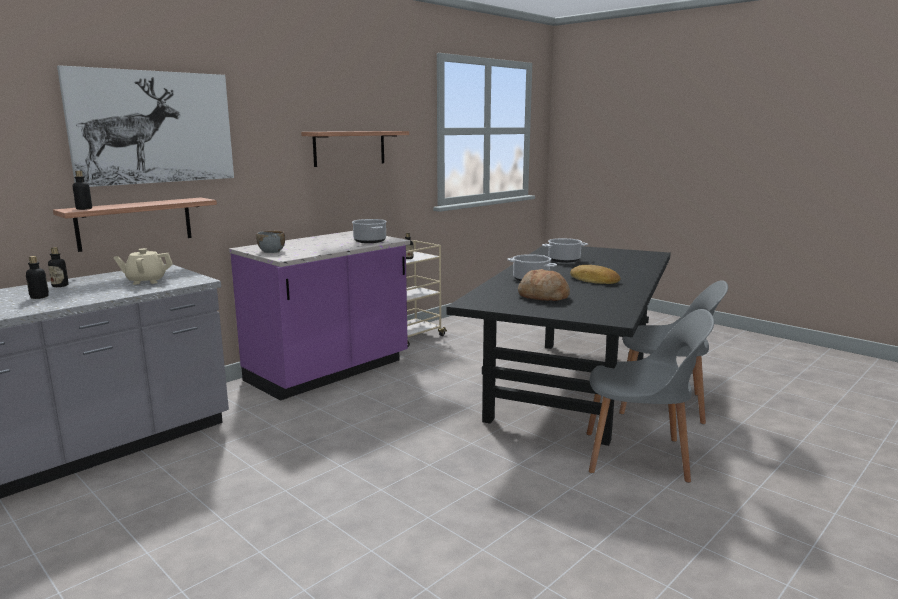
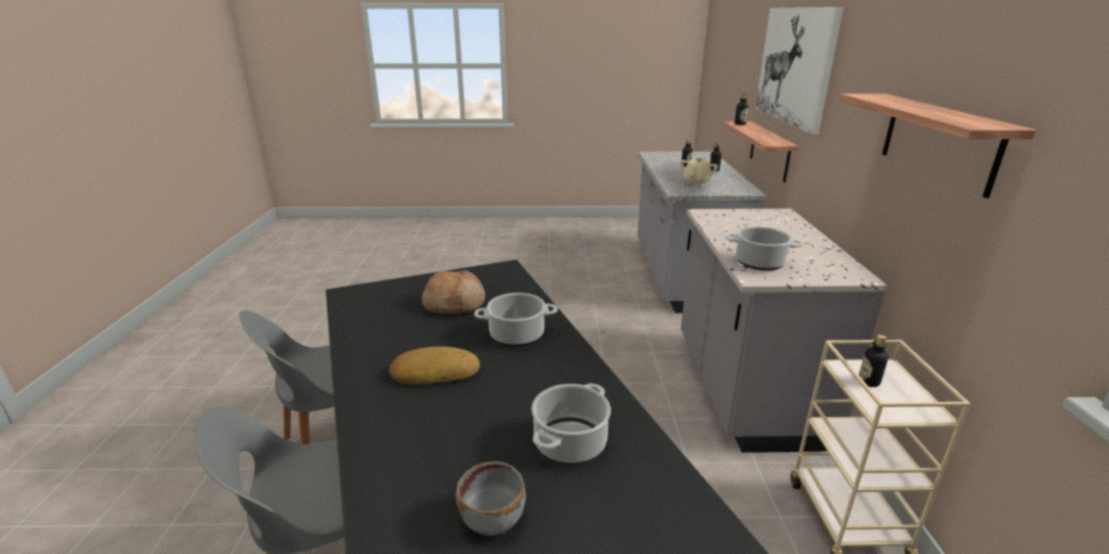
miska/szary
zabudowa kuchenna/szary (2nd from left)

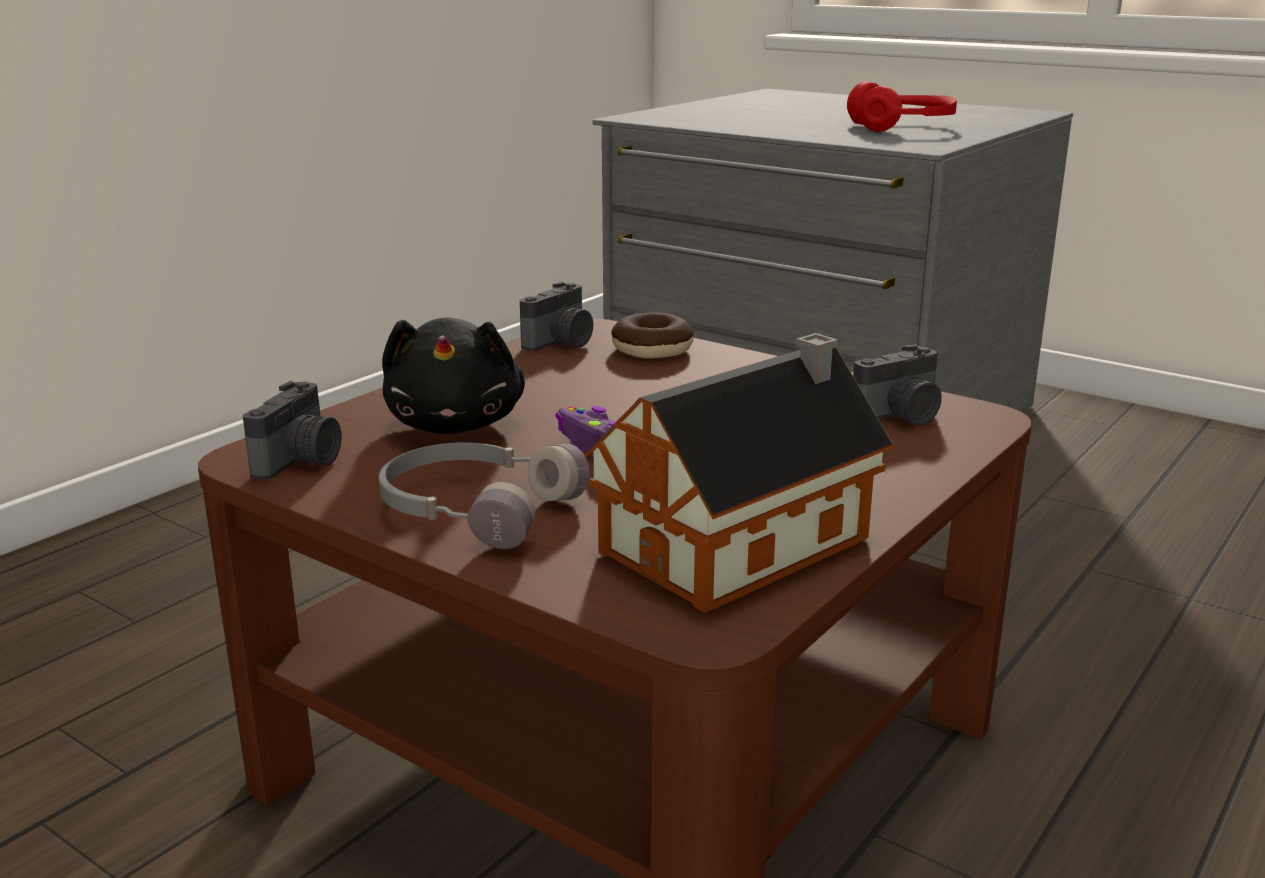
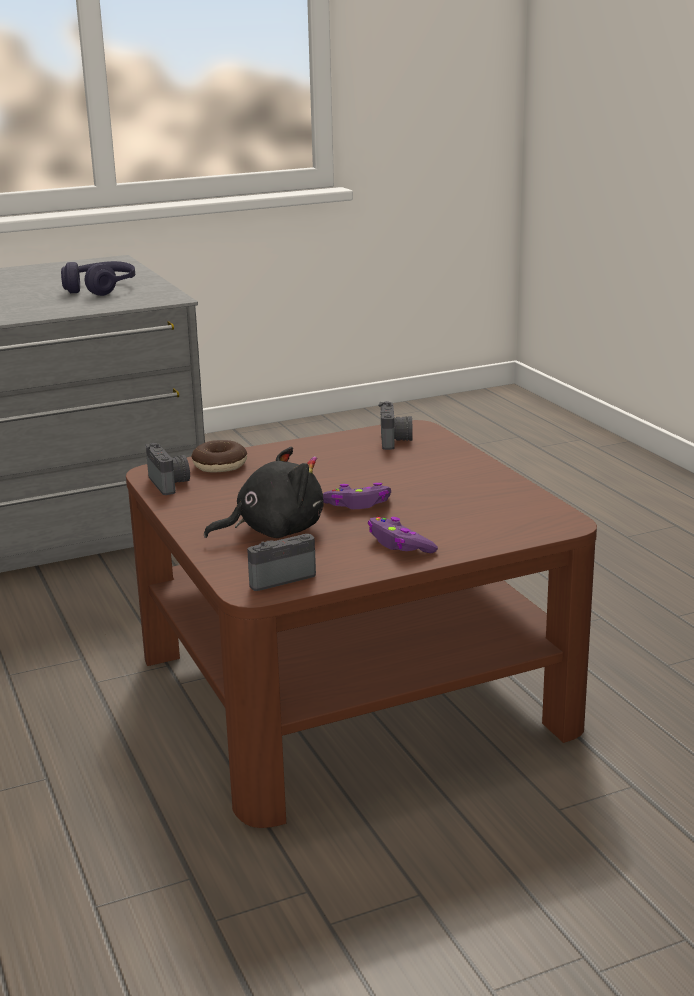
słuchawki/fioletowy
pluszak/czarny
aparat fotograficzny (2nd from left)
pad do gier/fioletowy (2nd from left)
domek

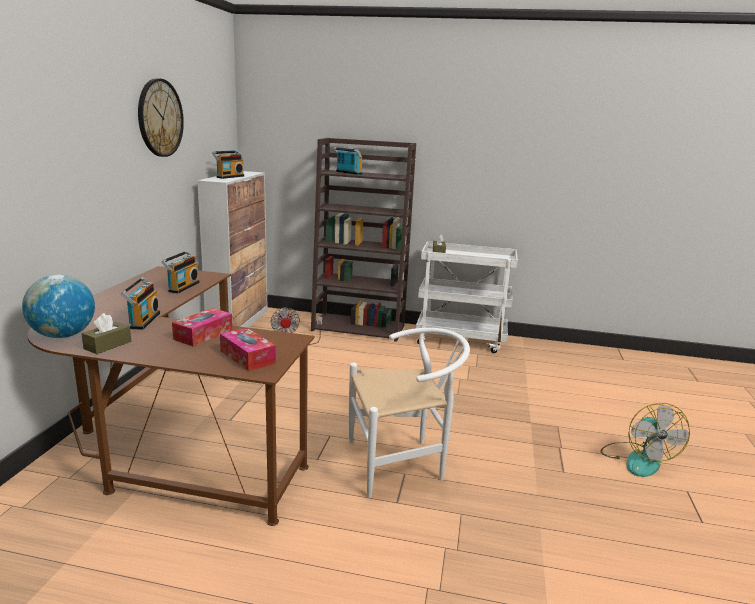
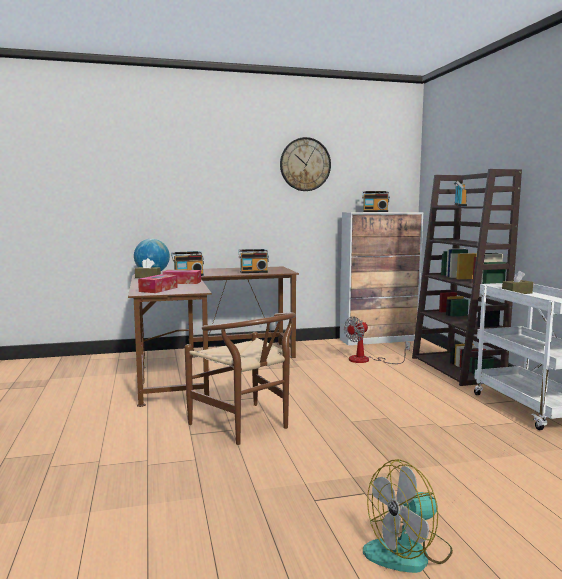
krzesło/brązowy

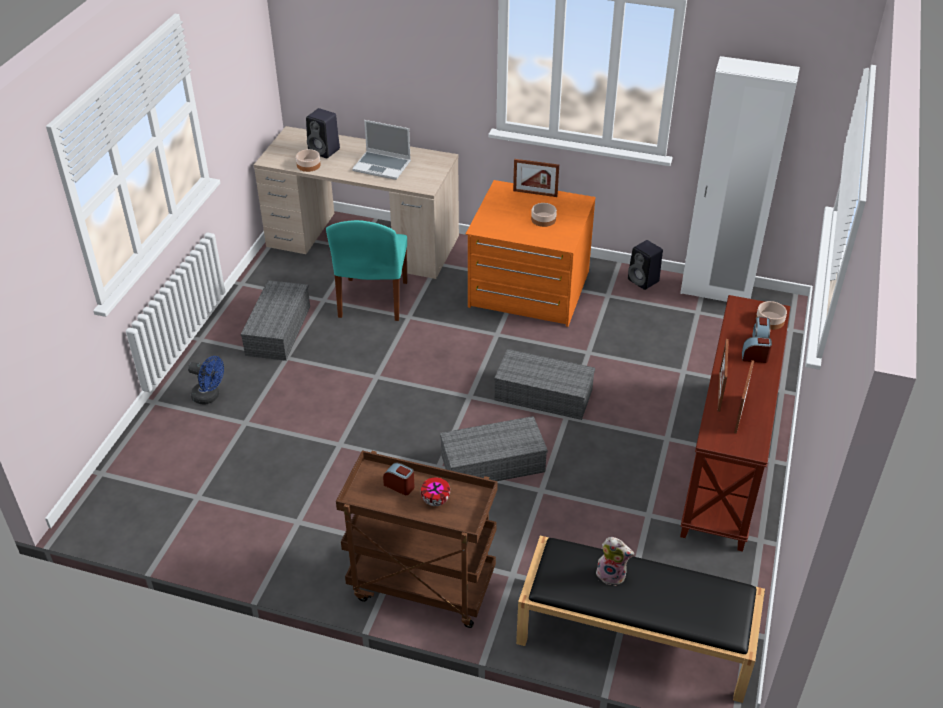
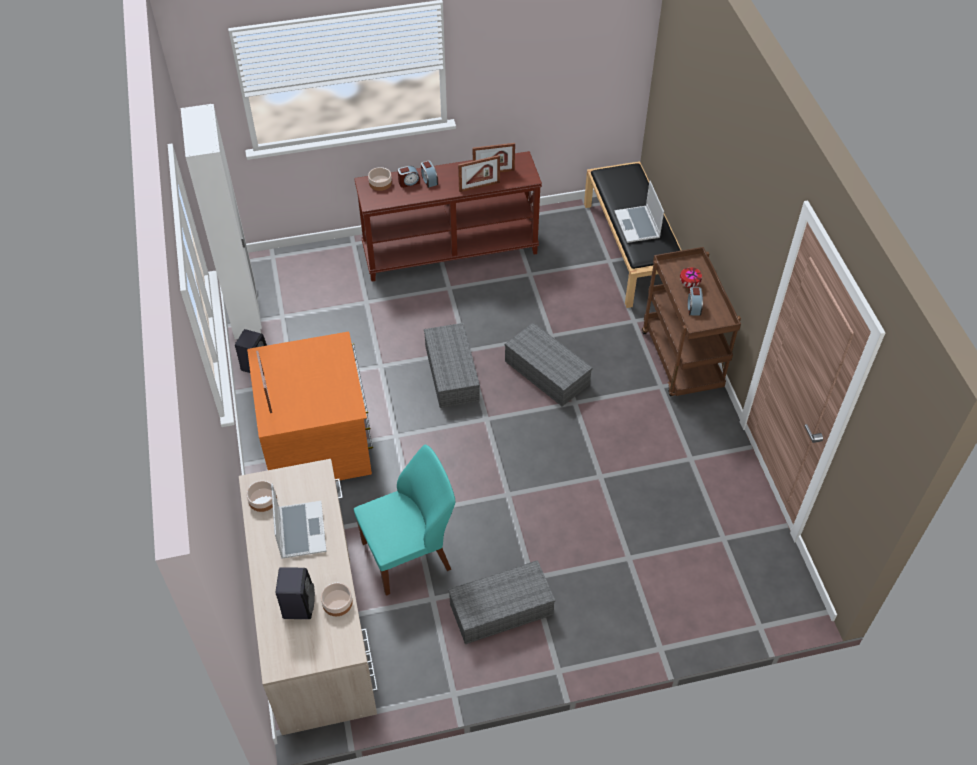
miska (1st from left)
laptop (2nd from left)
wentylator/niebieski

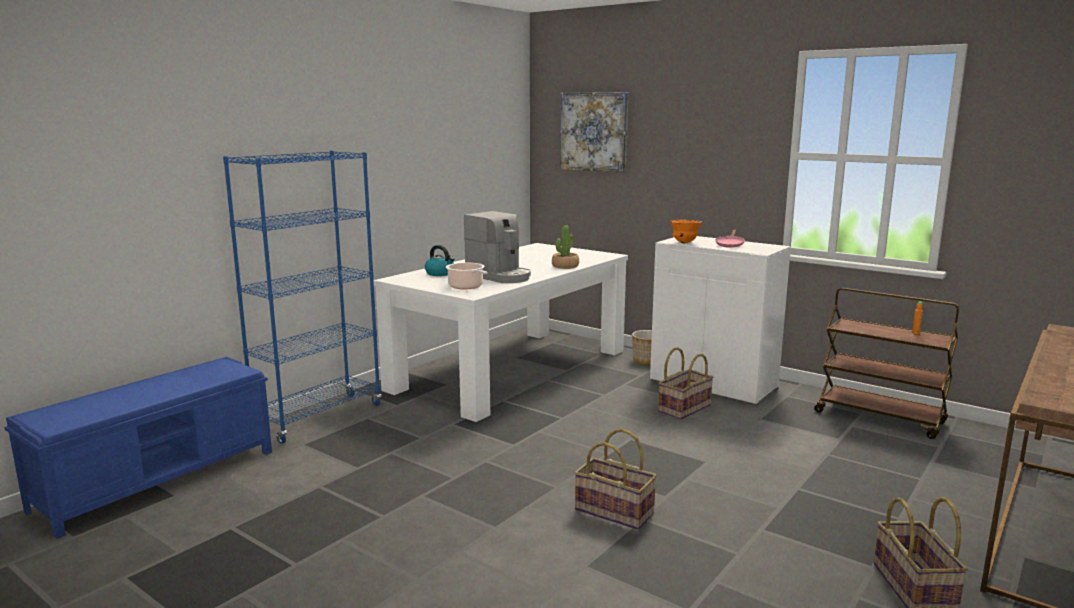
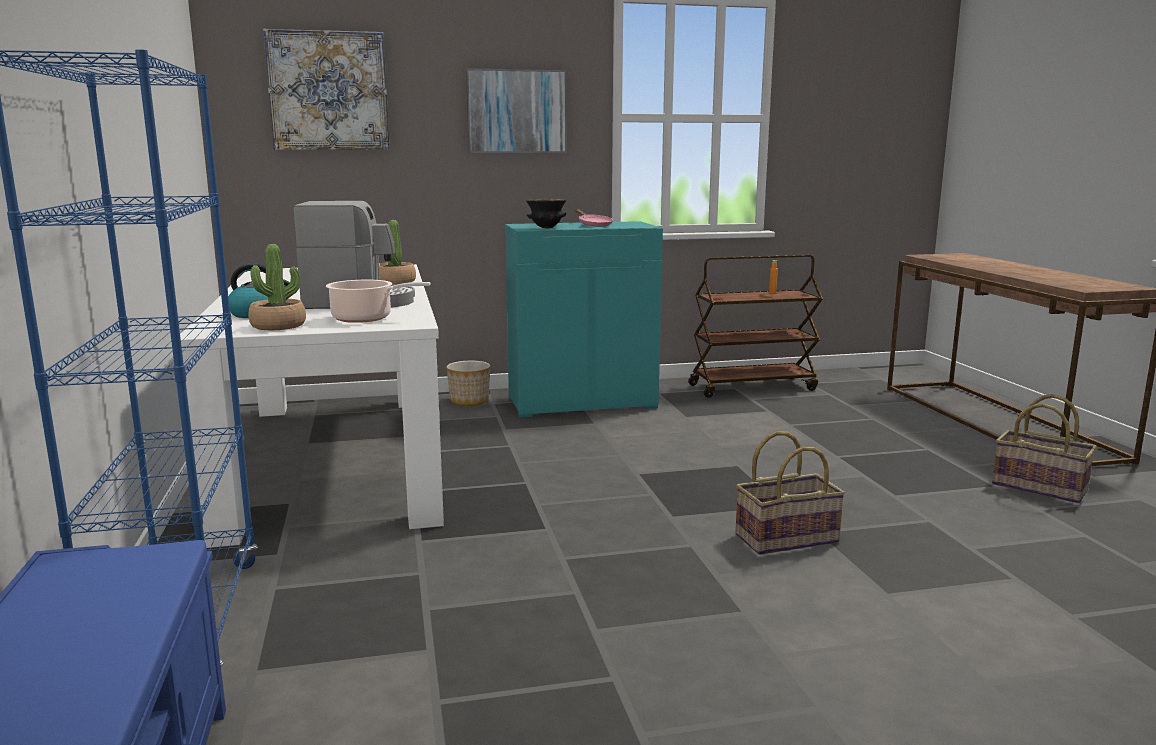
roślina doniczkowa (1st from left)
obraz (2nd from left)
szafka/turkusowy
miska/czarny
koszyk (2nd from left in the first image)

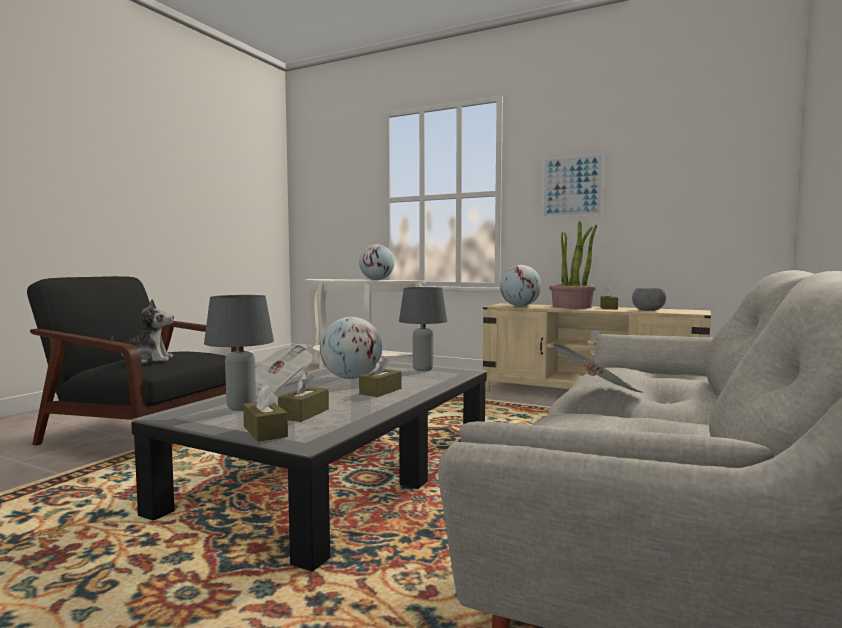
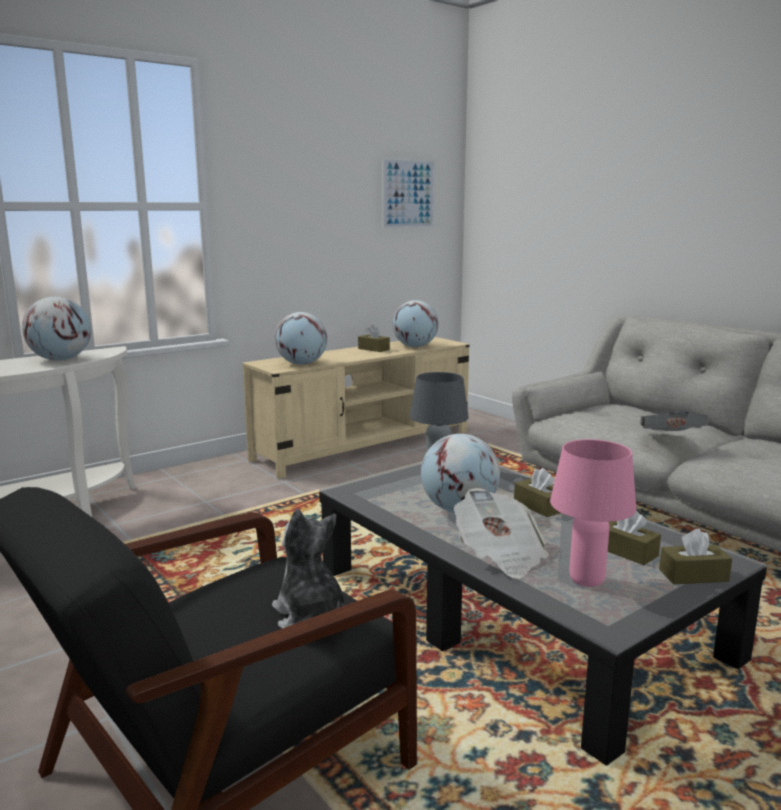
pluszak
obraz
globus (3rd from left)
lampa stołowa/różowy
roślina doniczkowa

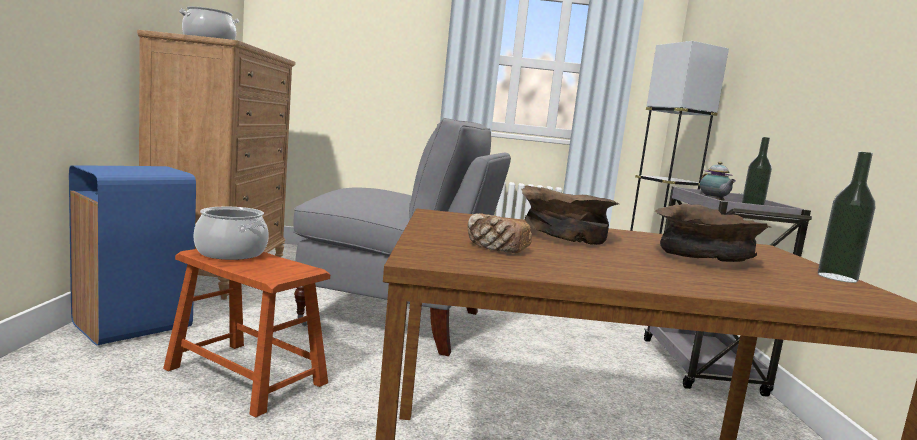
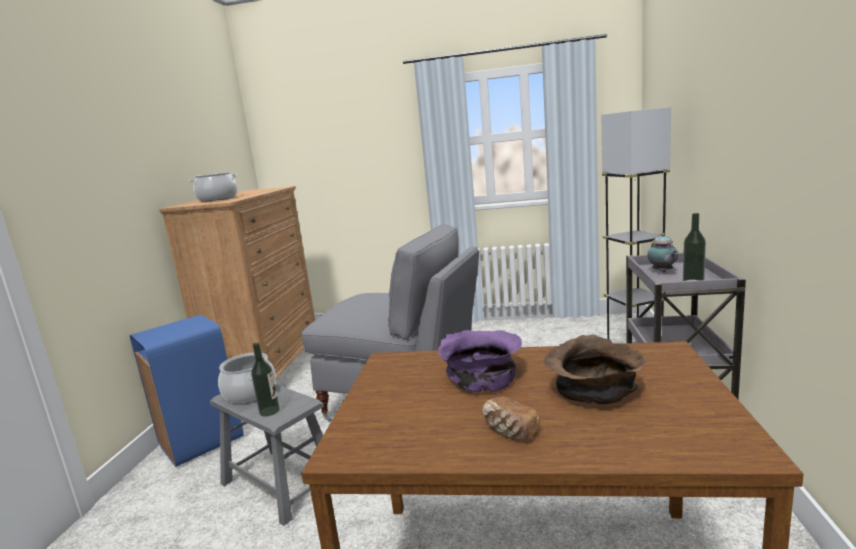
stołek/szary
butelka (1st from left)
miska/fioletowy
chleb

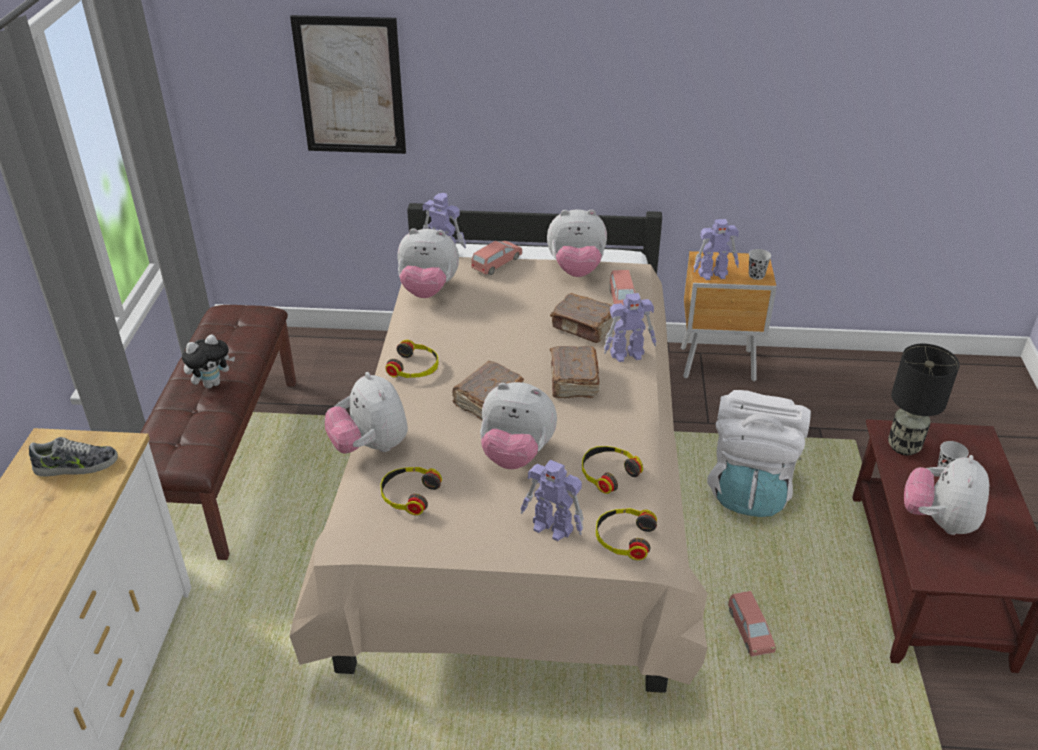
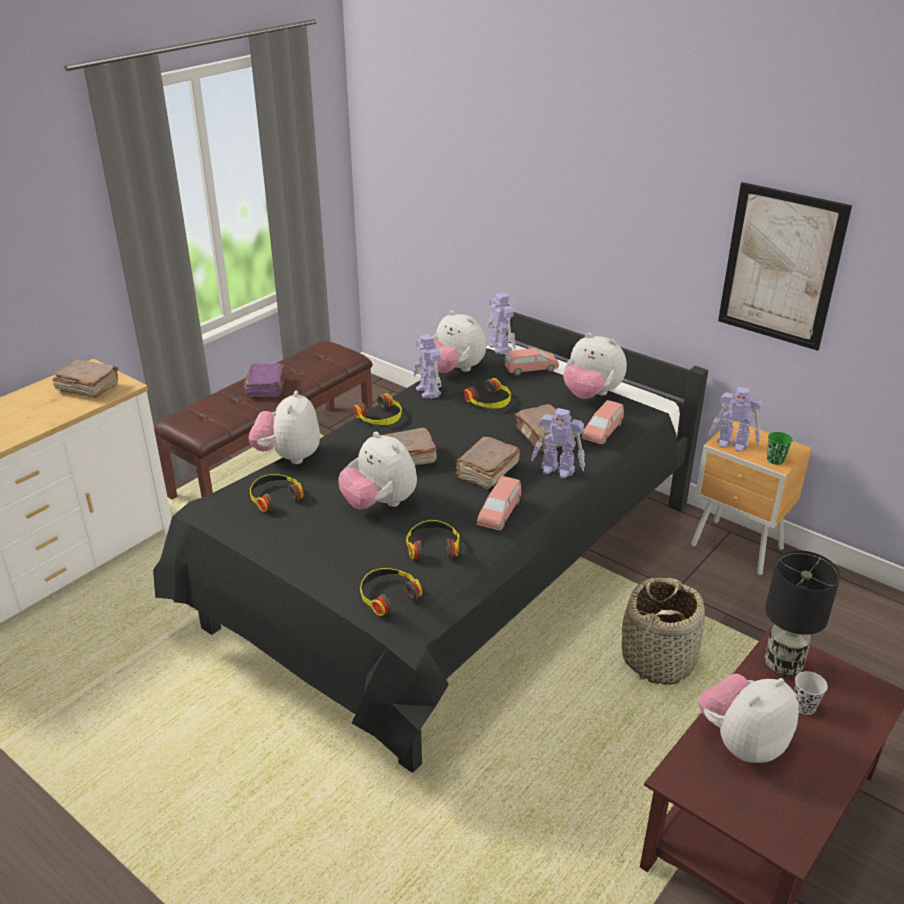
książka/brązowy (1st from left)
łóżko/czarny
książka/fioletowy
robot zabawkowy (1st from left)
słuchawki (5th from left)
samochodzik/różowy (1st from left)
koszyk
obraz
filiżanka/zielony

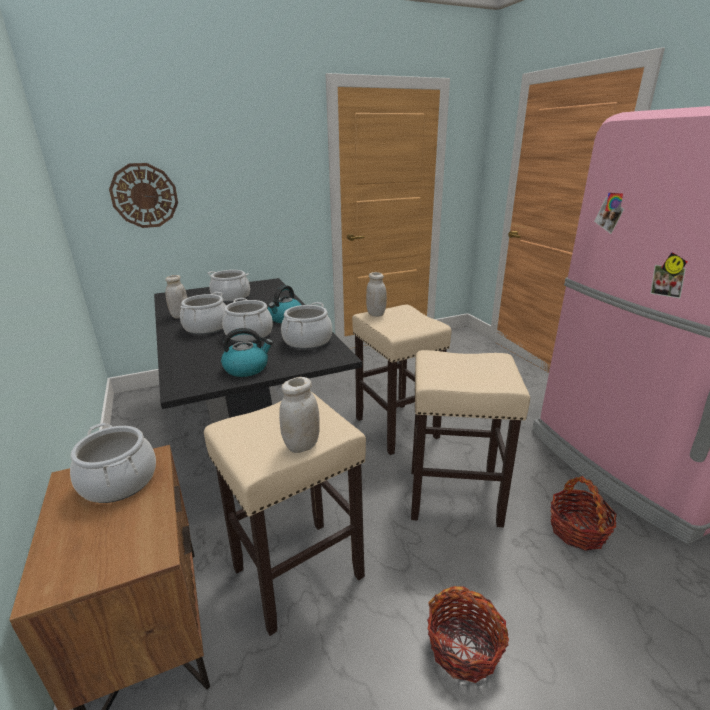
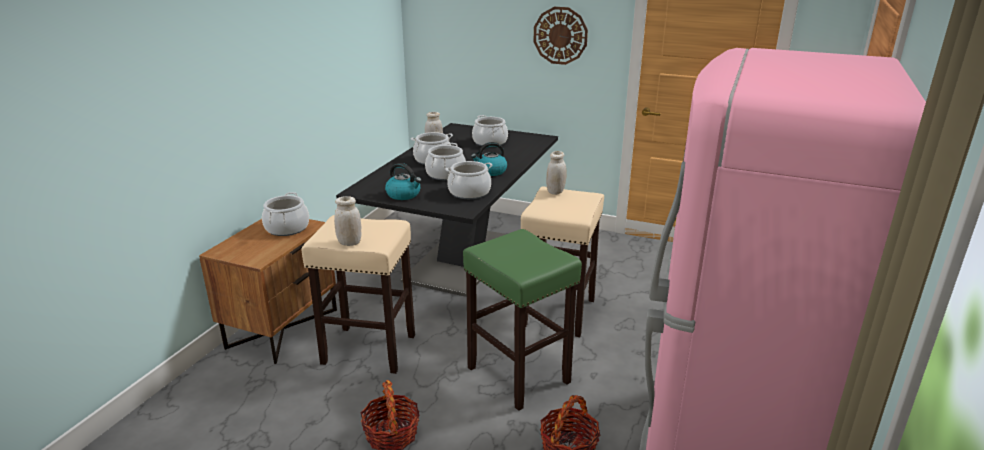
stołek/zielony
zegar ścienny

